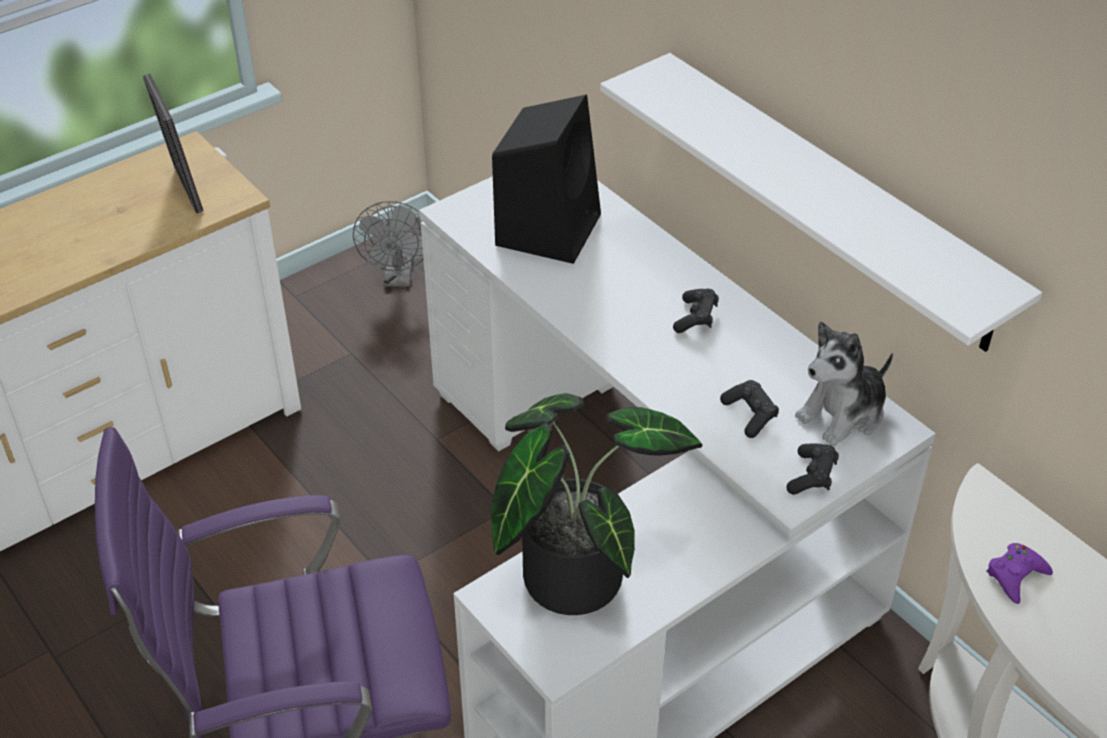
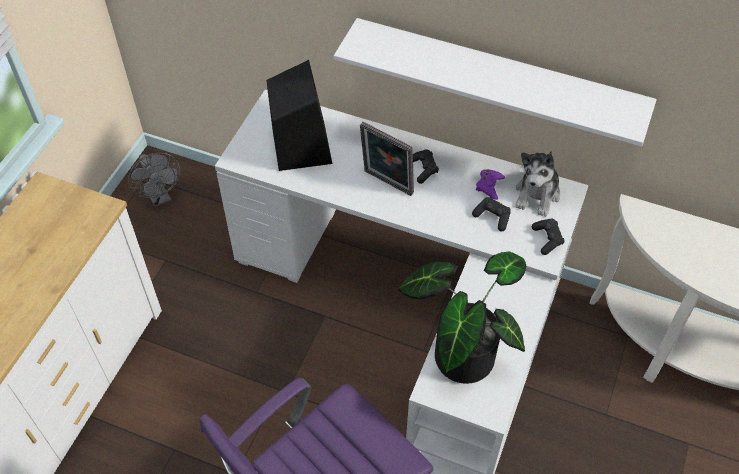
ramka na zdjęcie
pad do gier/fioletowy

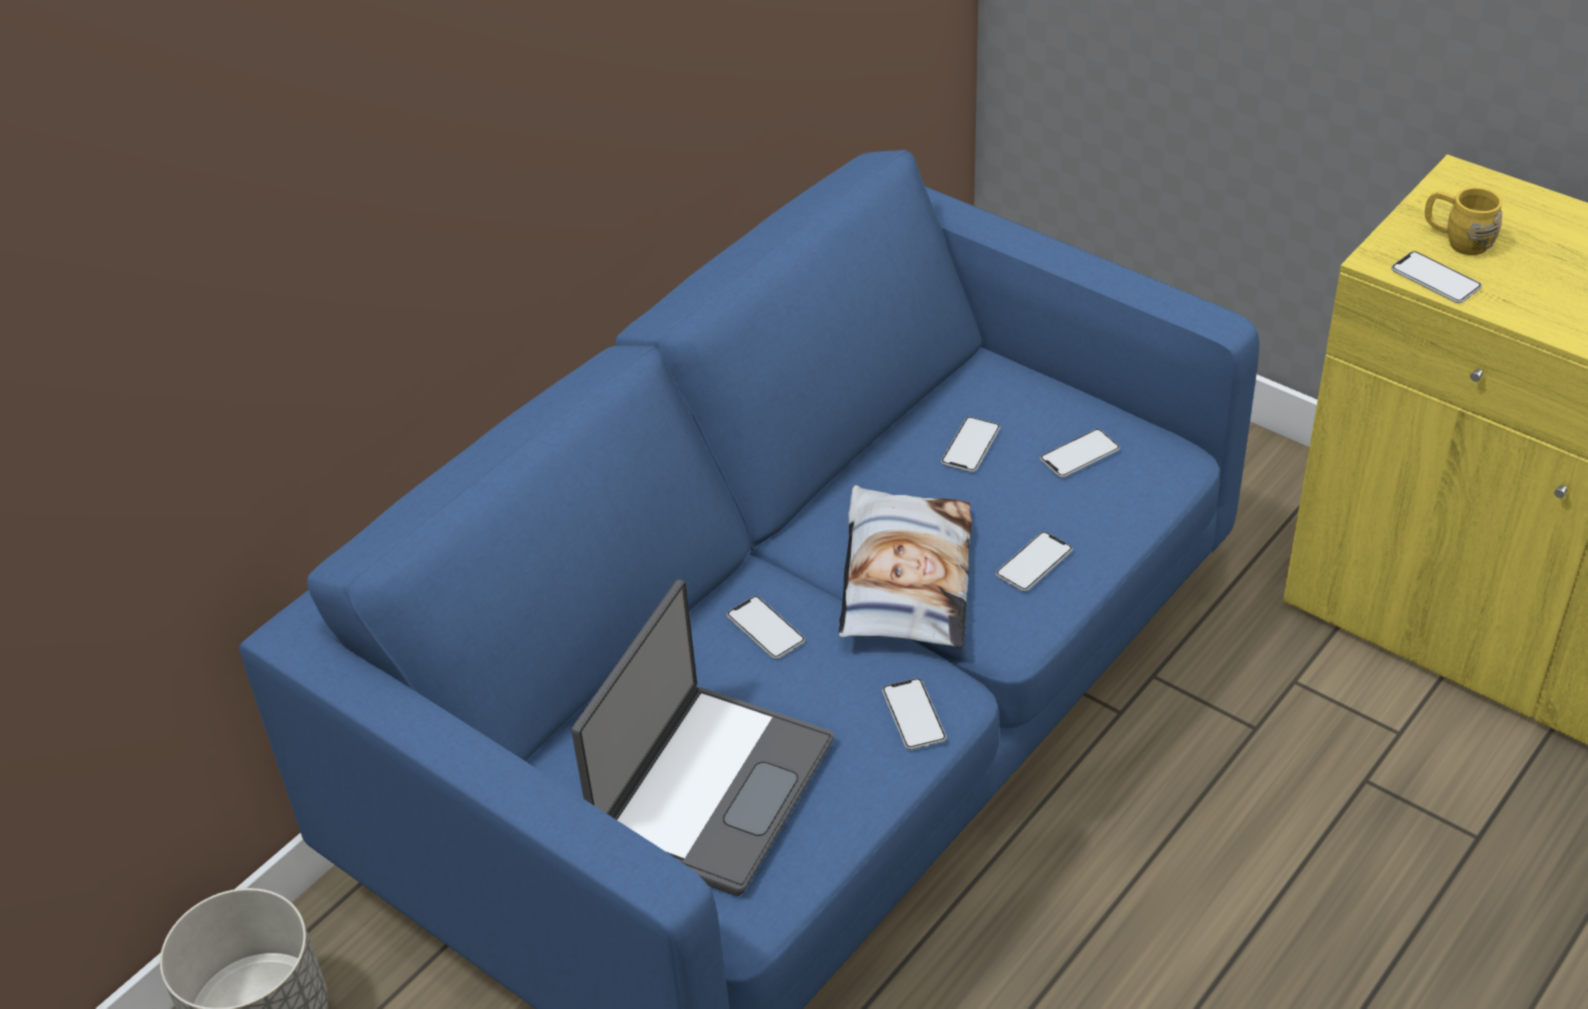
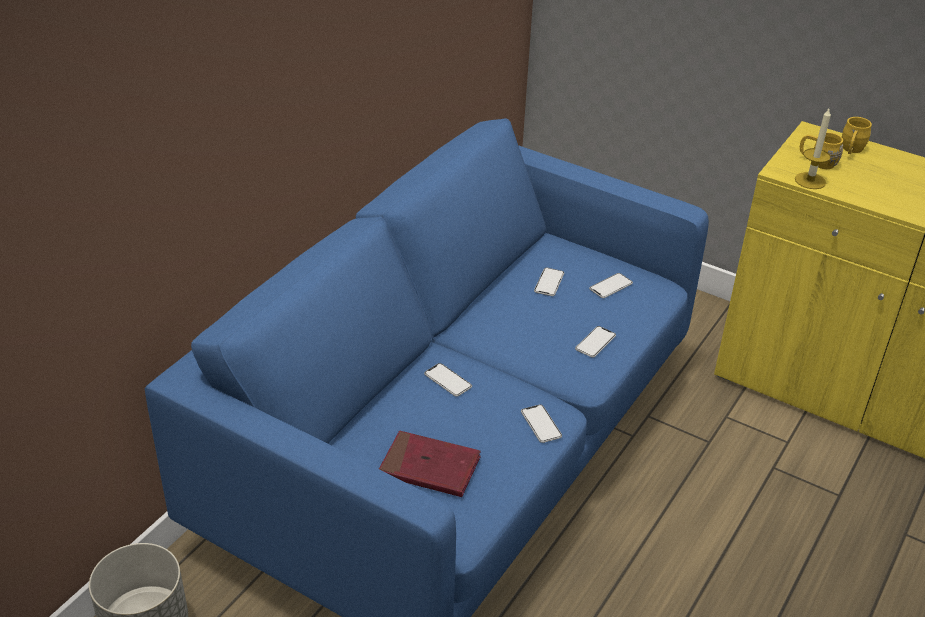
książka/czerwony
świeca
kubek/żółty (2nd from left)
poduszka

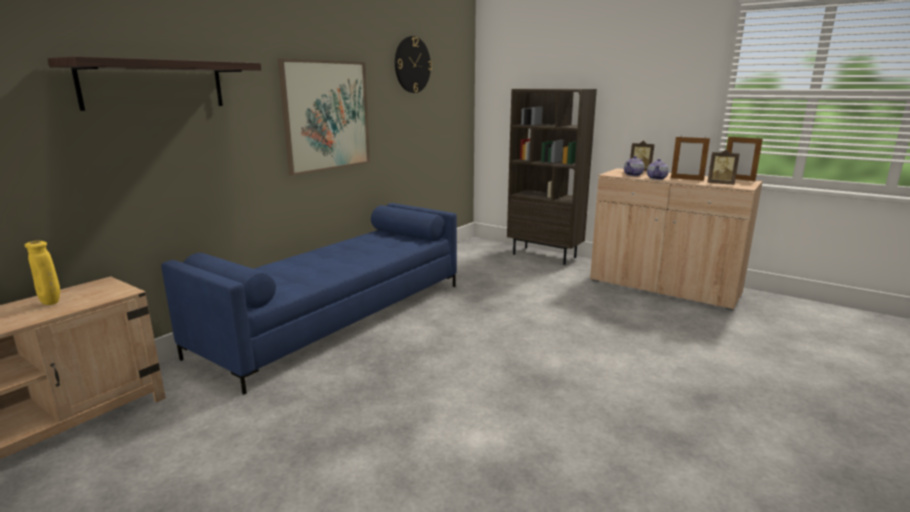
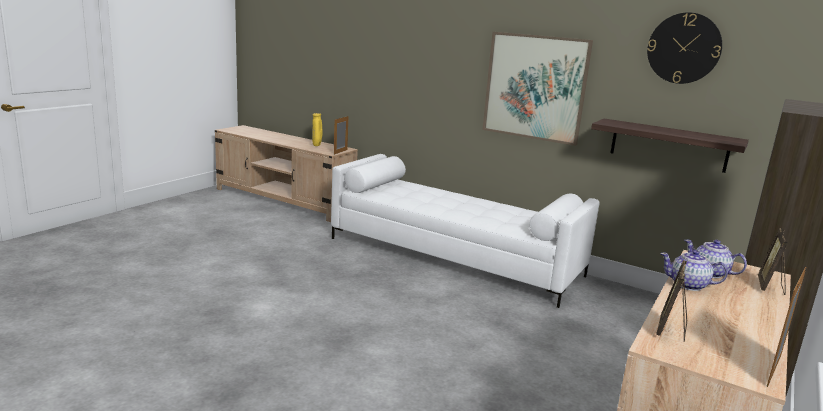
kanapa/biały
ramka na zdjęcie (1st from left)
półka

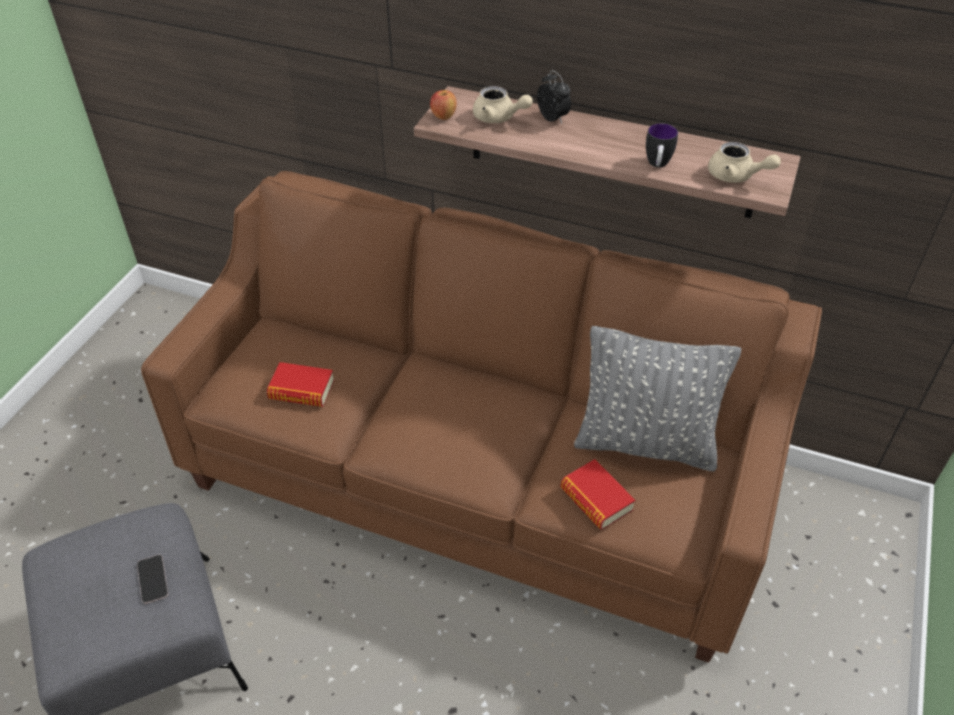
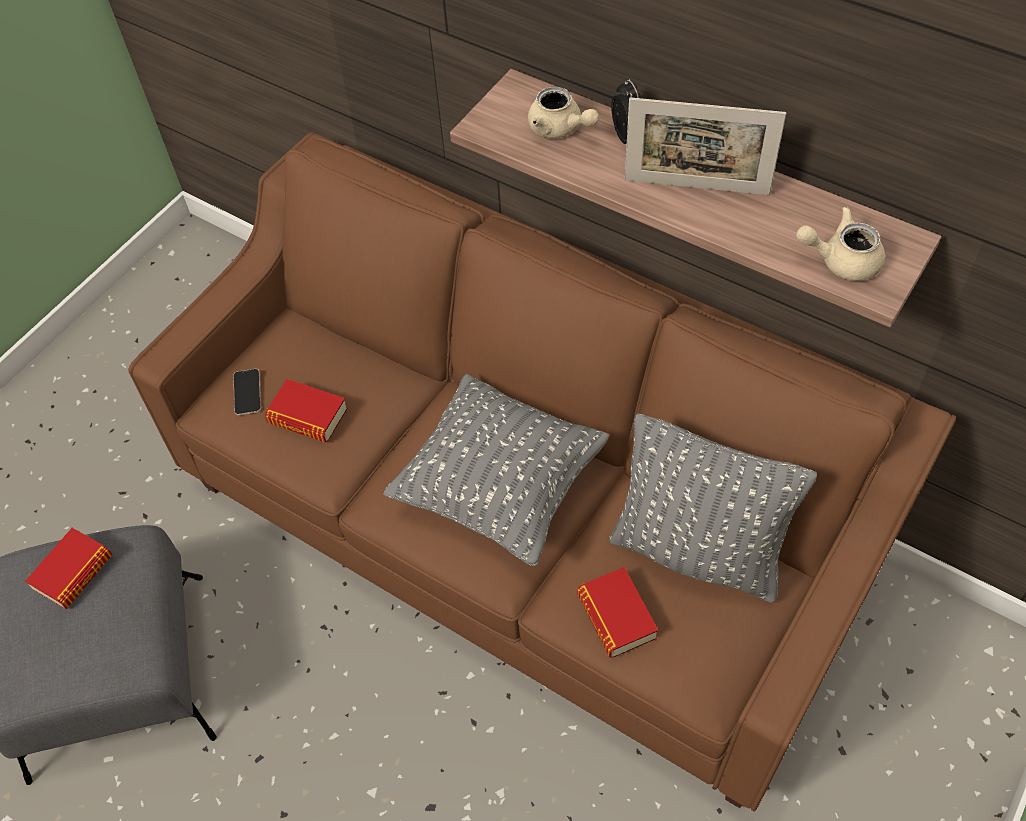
książka (1st from left)
telefon
poduszka/szary (1st from left)
ramka na zdjęcie
imbryk/beżowy (2nd from left)
jabłko
kubek

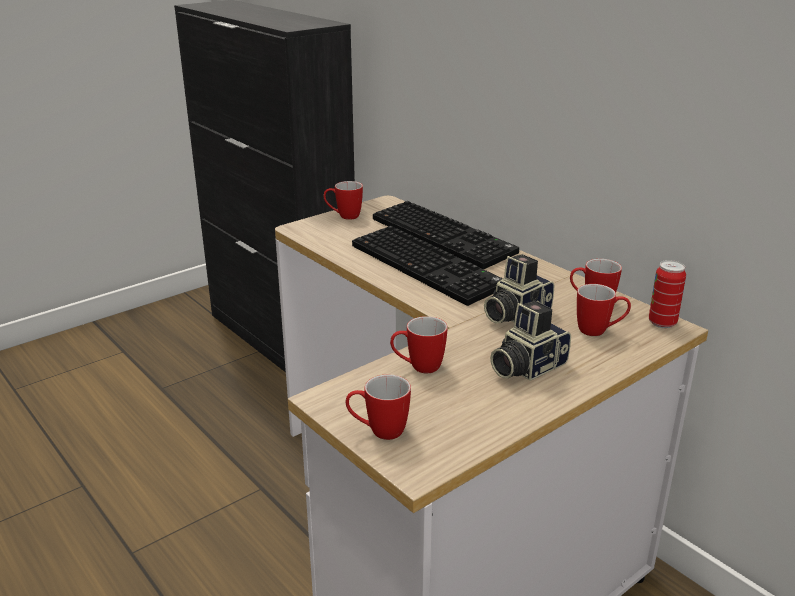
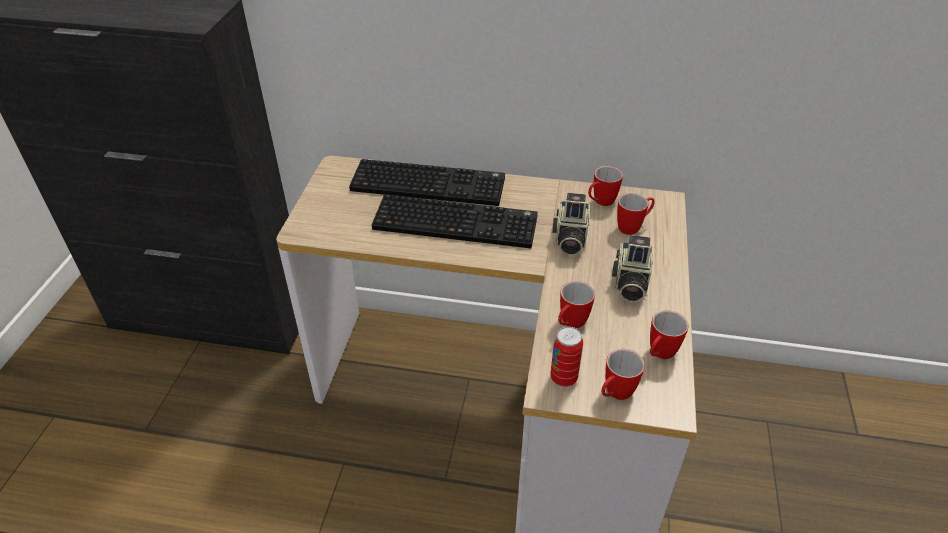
puszka
kubek (5th from left)

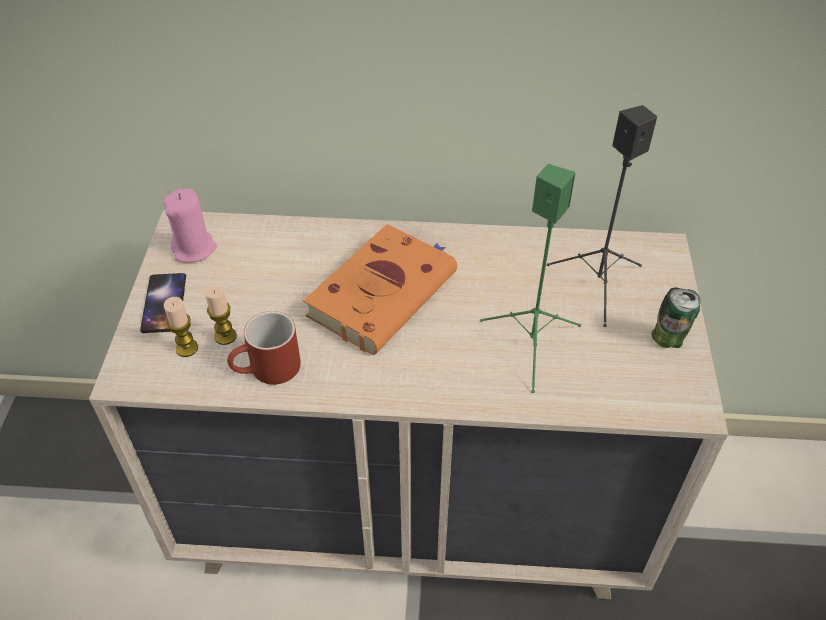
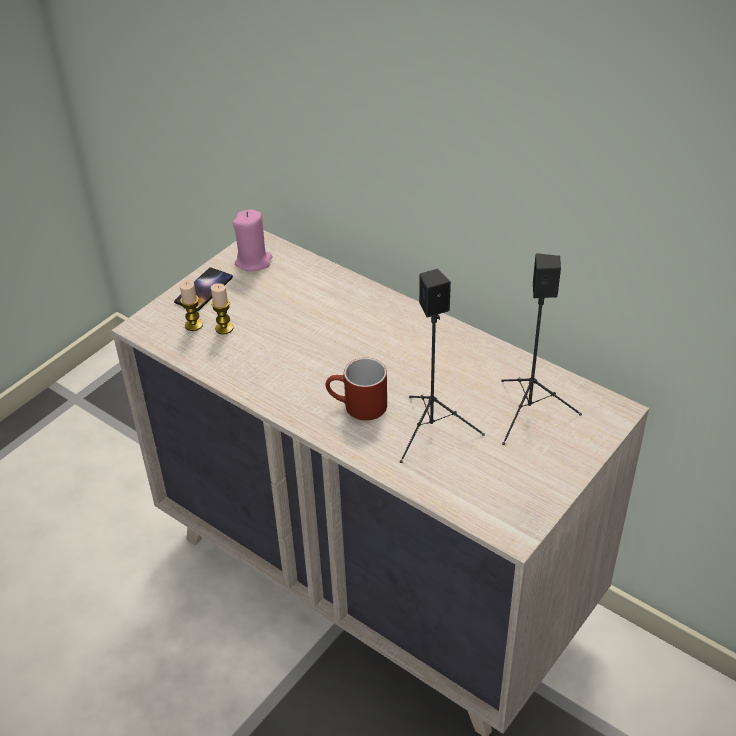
kubek/czerwony
głośnik/czarny (1st from left)
książka/pomarańczowy
puszka

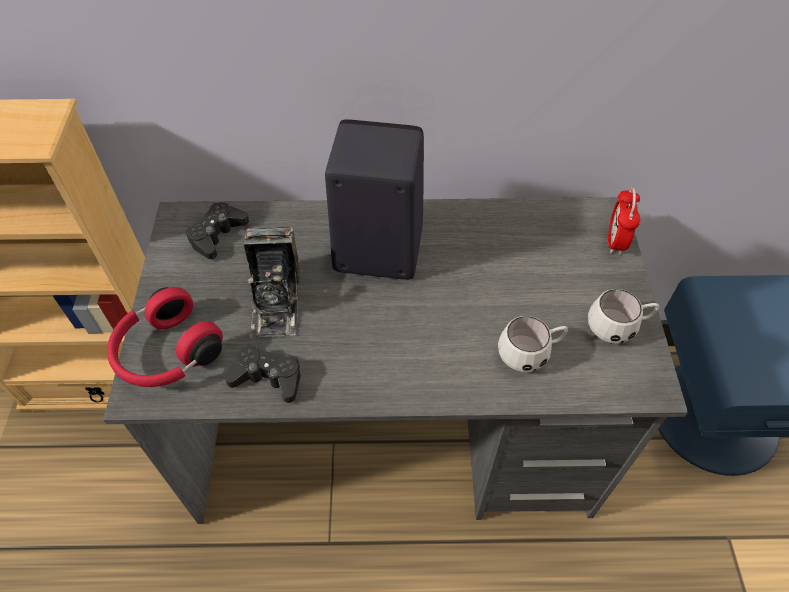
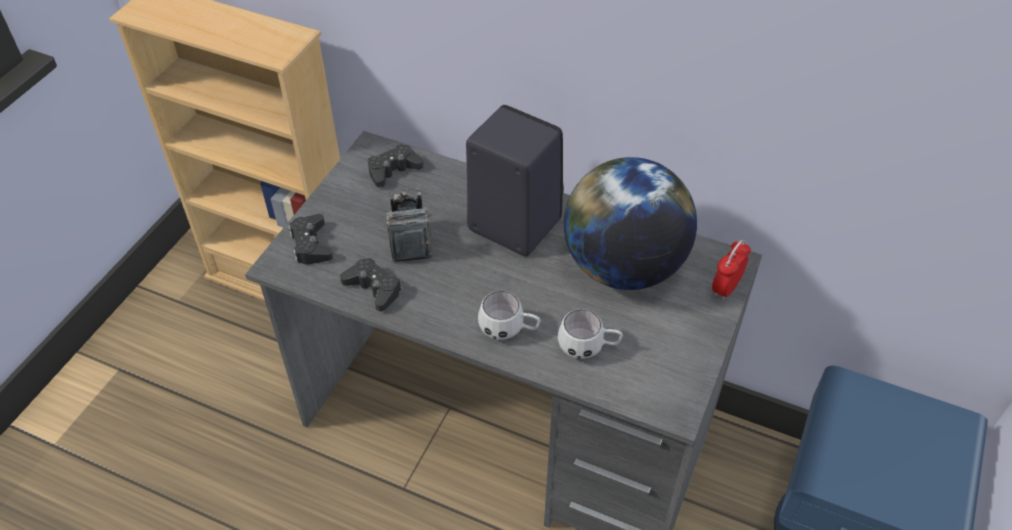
pad do gier/czarny (1st from left)
aparat fotograficzny
kubek/biały (1st from left)
globus

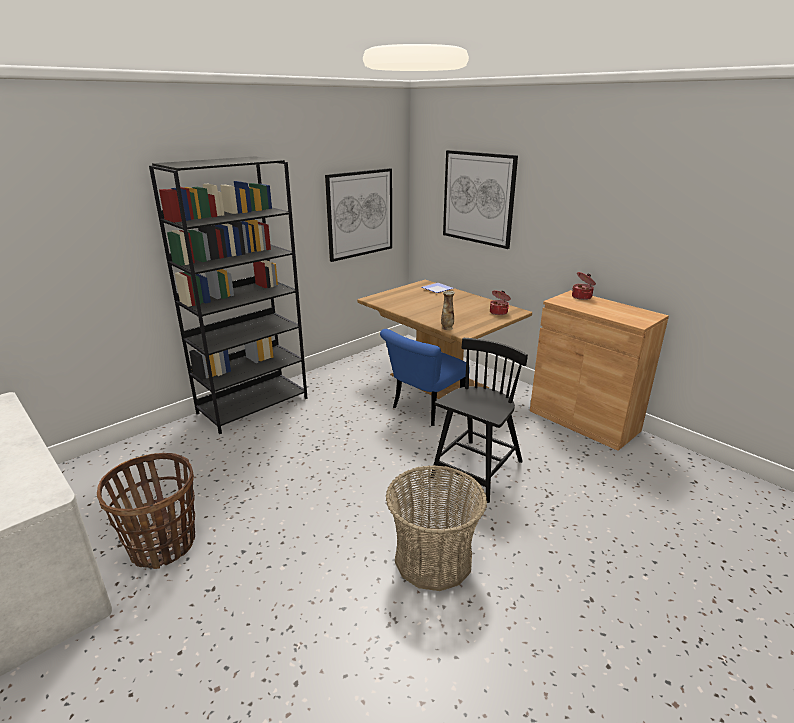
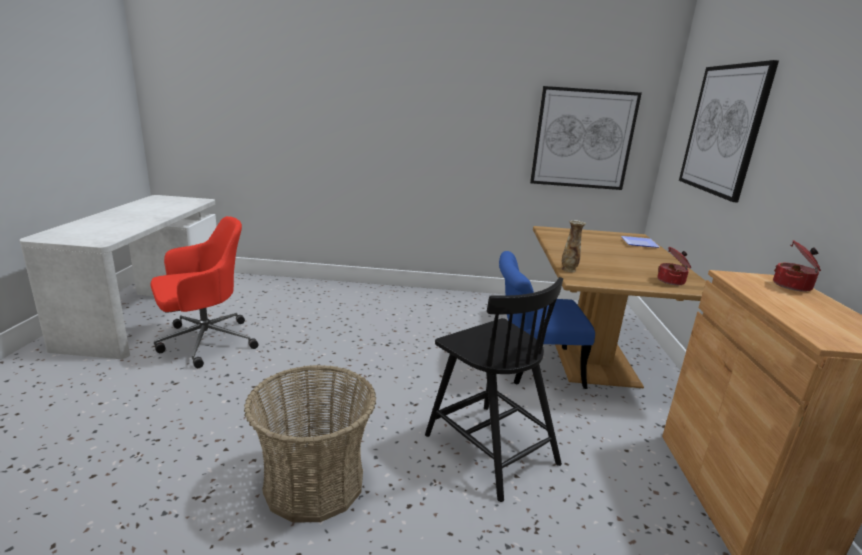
krzesło biurowe/czerwony
krzesło/czarny
regał/czarny

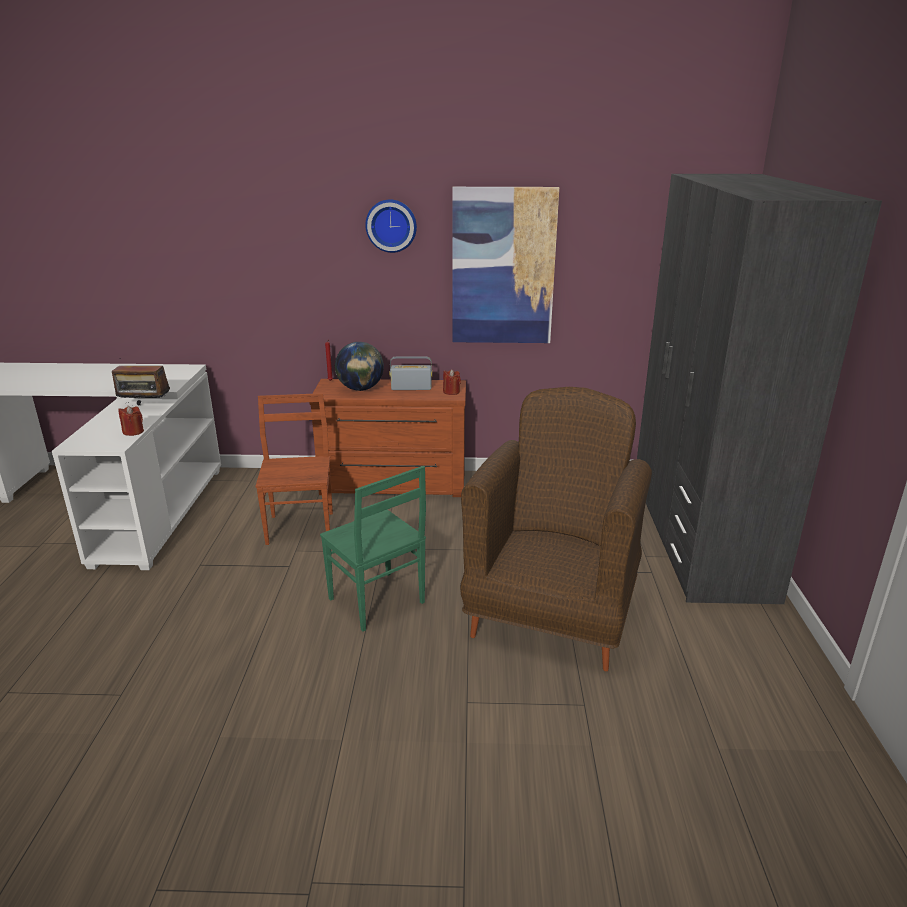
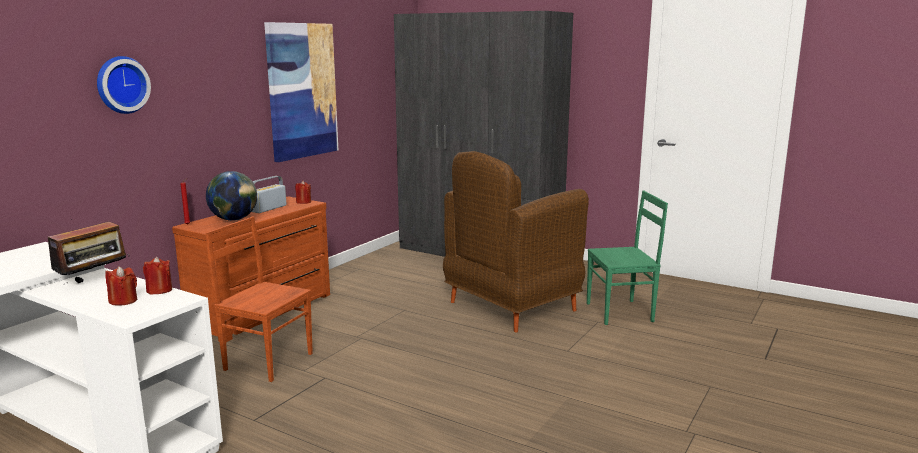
zegar ścienny
świeca/czerwony (1st from left)
fotel/brązowy
krzesło/zielony

